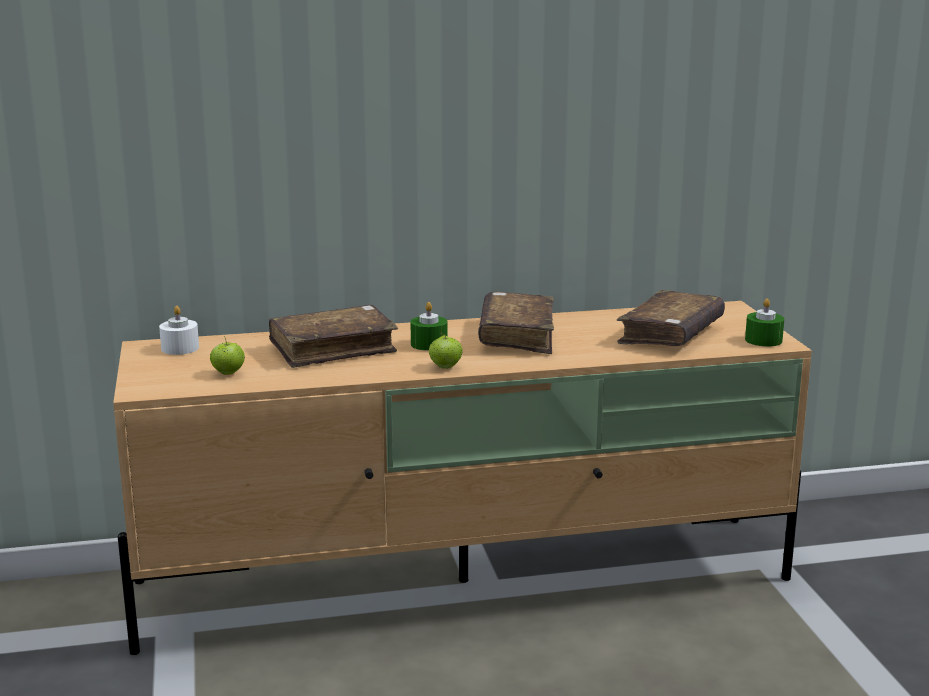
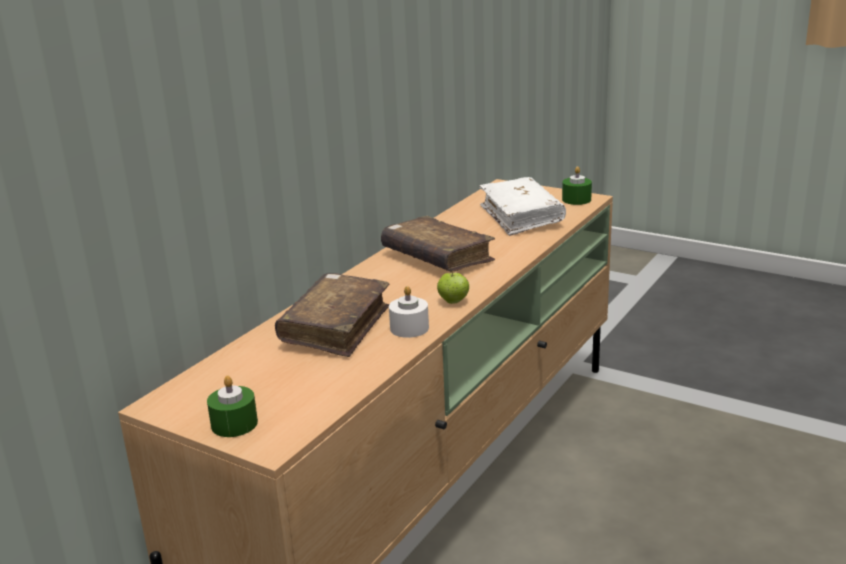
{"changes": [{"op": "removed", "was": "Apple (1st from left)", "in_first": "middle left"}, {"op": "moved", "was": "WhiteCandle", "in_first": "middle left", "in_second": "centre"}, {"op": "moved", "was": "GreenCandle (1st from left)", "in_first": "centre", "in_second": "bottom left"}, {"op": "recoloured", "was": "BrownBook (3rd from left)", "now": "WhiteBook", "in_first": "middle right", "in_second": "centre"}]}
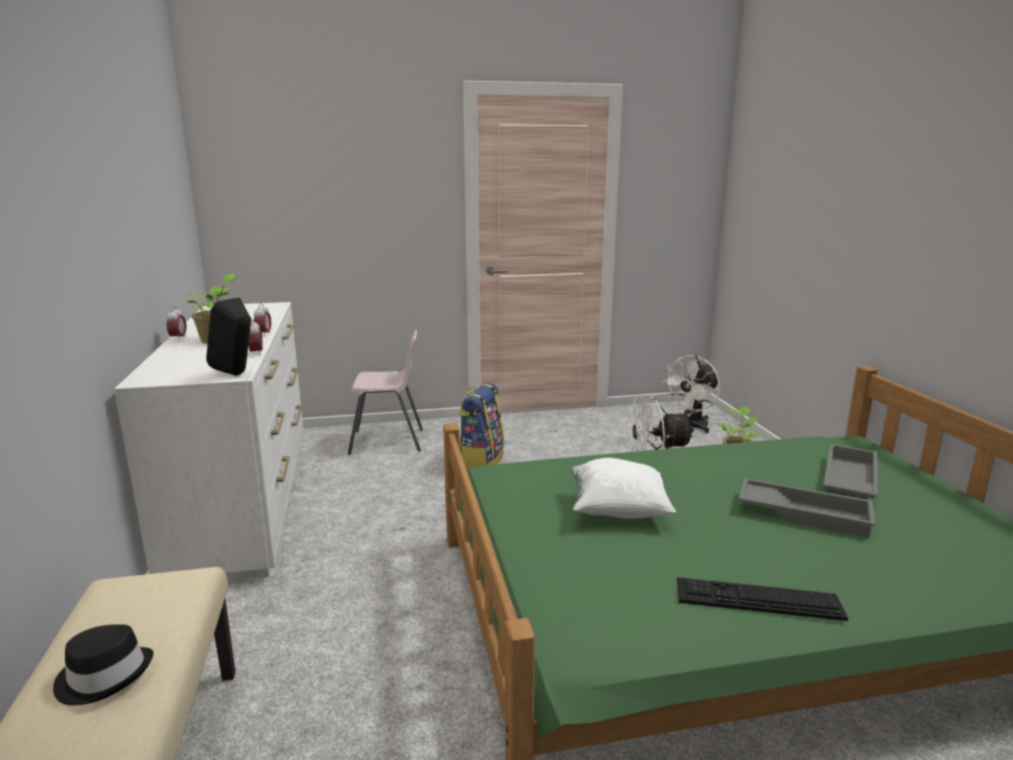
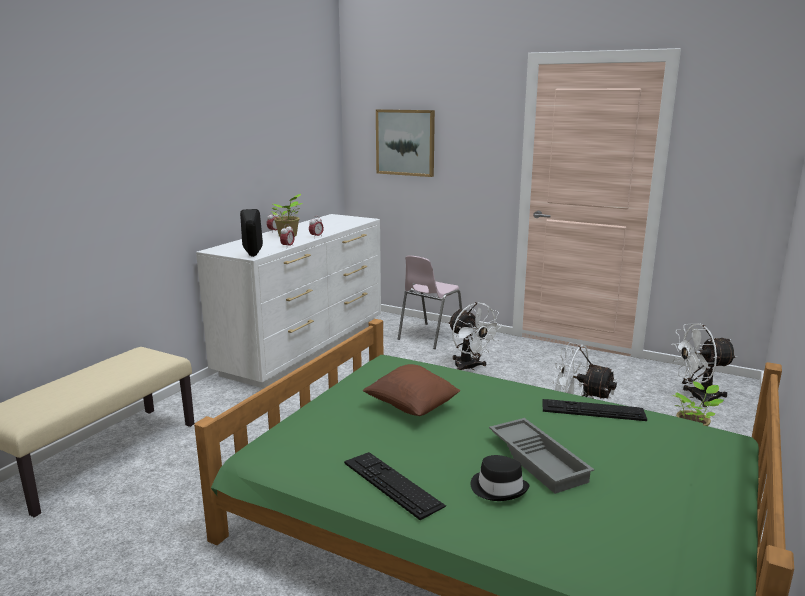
{"changes": [{"op": "removed", "was": "GreyTray (2nd from left)", "in_first": "middle right"}, {"op": "added", "now": "Picture", "in_second": "top centre"}, {"op": "added", "now": "Keyboard (2nd from left)", "in_second": "bottom right"}, {"op": "moved", "was": "BlackHat", "in_first": "bottom left", "in_second": "bottom centre"}, {"op": "replaced", "was": "Backpack", "now": "WhiteFan (1st from left)", "in_first": "centre", "in_second": "centre"}, {"op": "recoloured", "was": "WhitePillow", "now": "BrownPillow", "in_first": "centre", "in_second": "centre"}, {"op": "turned", "was": "PinkChair", "in_first": "centre", "in_second": "centre", "clockwise": 90}]}
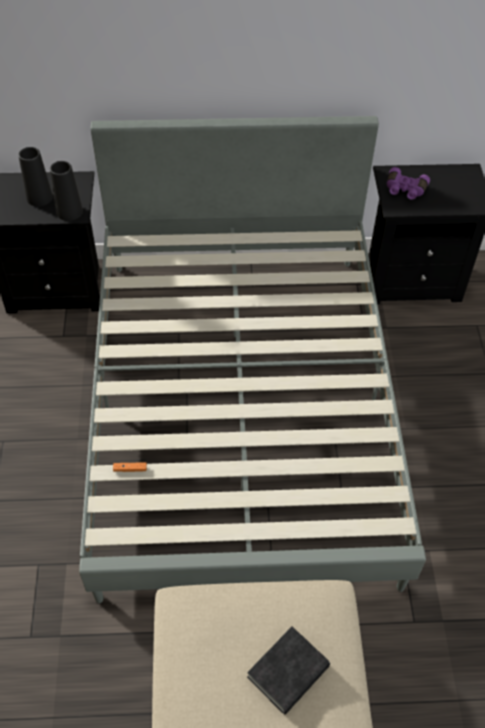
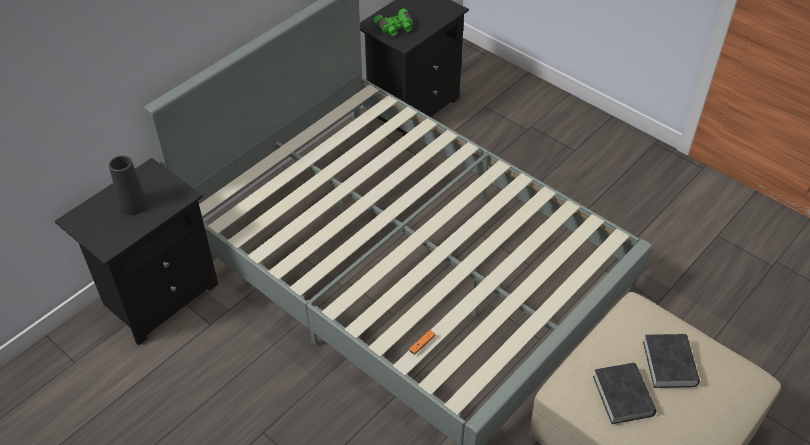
{"changes": [{"op": "removed", "was": "BlackVase (2nd from left)", "in_first": "top left"}, {"op": "added", "now": "BlackBook (1st from left)", "in_second": "bottom right"}, {"op": "recoloured", "was": "PurpleBinoculars", "now": "GreenBinoculars", "in_first": "top right", "in_second": "top centre"}]}
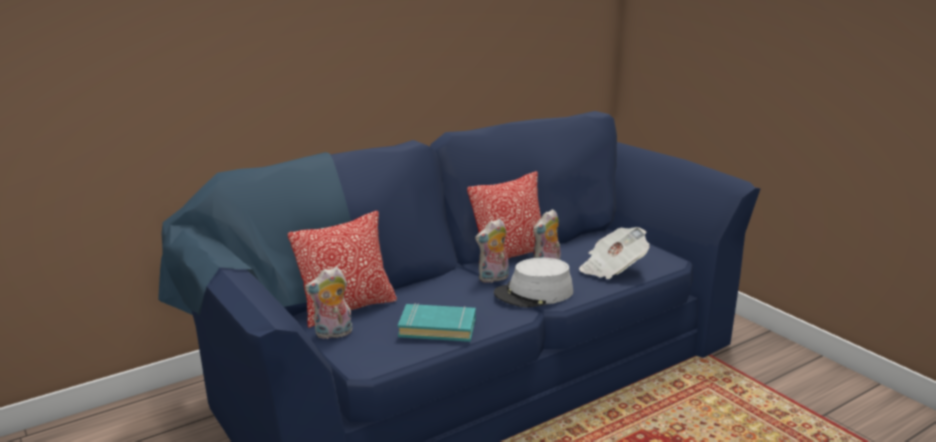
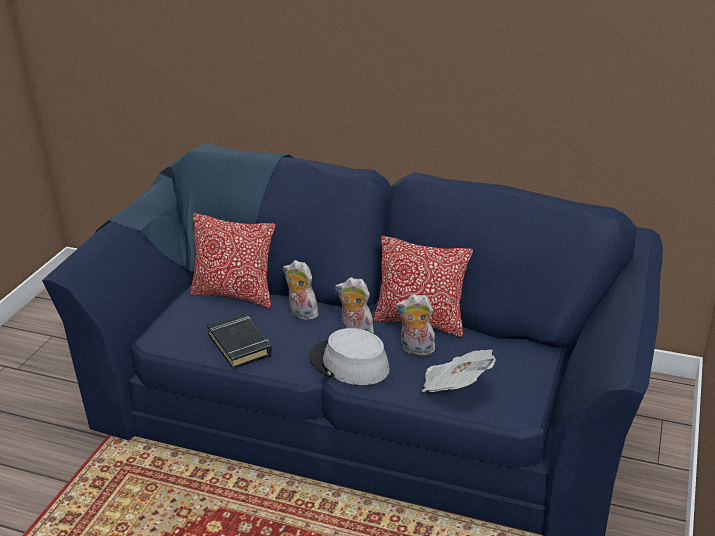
{"changes": [{"op": "moved", "was": "PlushToy (1st from left)", "in_first": "bottom centre", "in_second": "centre"}, {"op": "recoloured", "was": "TurquoiseBook", "now": "BlackBook", "in_first": "bottom centre", "in_second": "centre"}]}
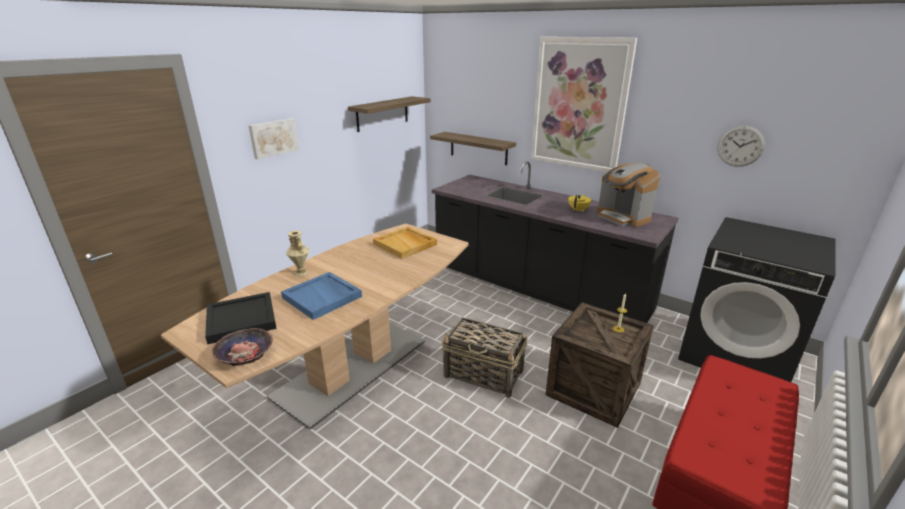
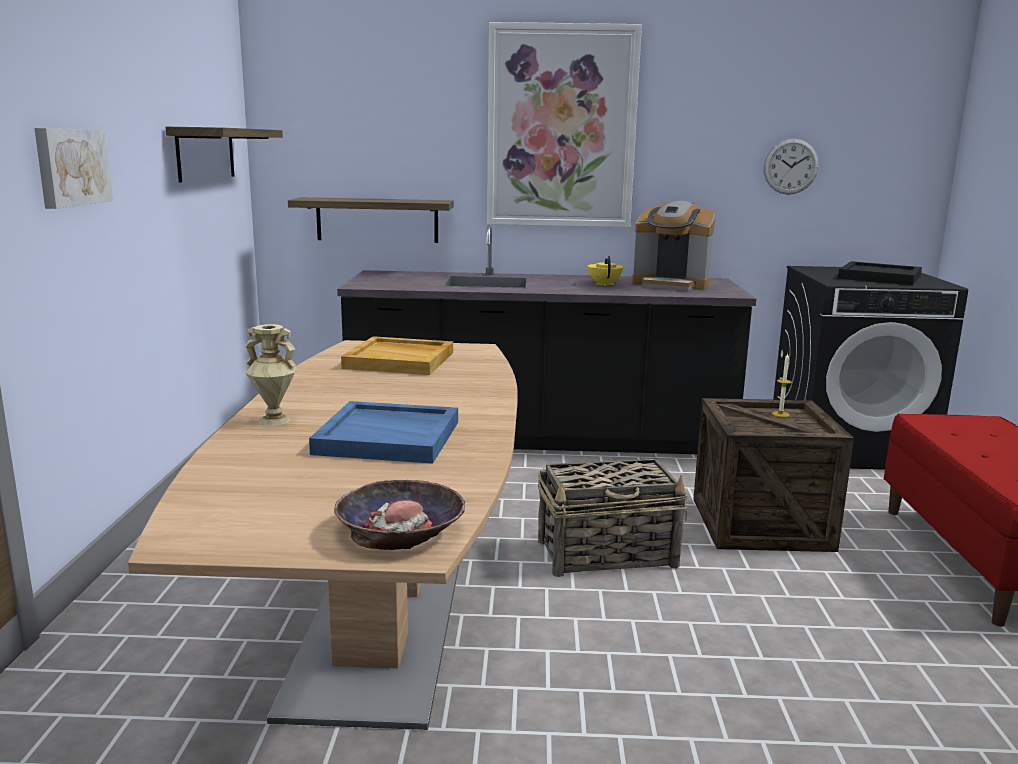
{"changes": [{"op": "moved", "was": "BlackTray", "in_first": "middle left", "in_second": "middle right"}]}
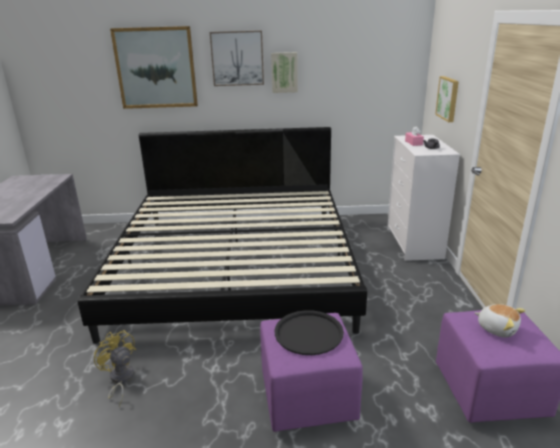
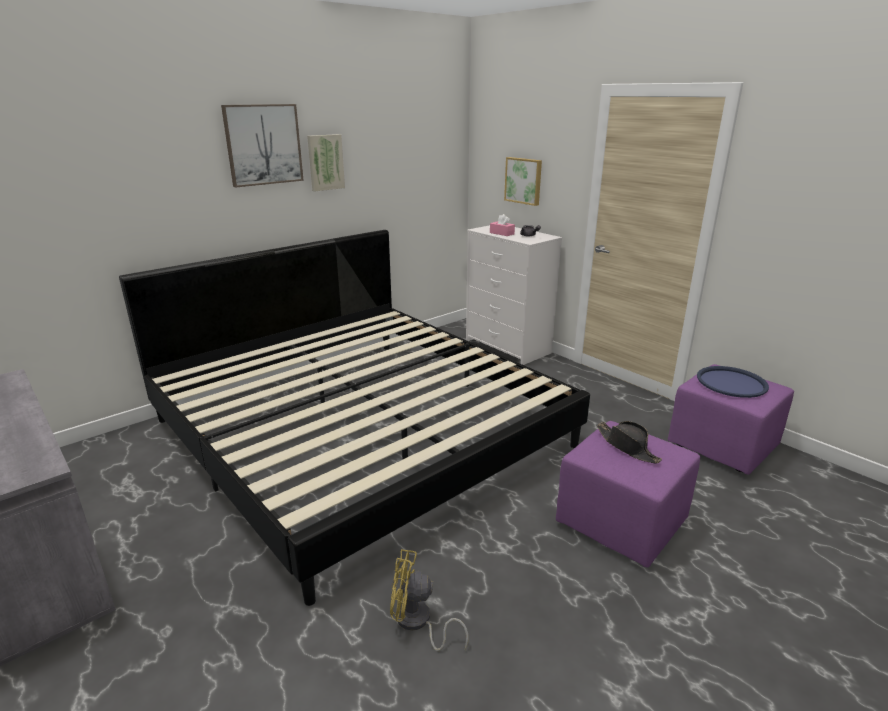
{"changes": [{"op": "removed", "was": "Picture (1st from left)", "in_first": "top left"}, {"op": "replaced", "was": "BlackTray", "now": "BlackHat", "in_first": "bottom centre", "in_second": "middle right"}, {"op": "replaced", "was": "PlushToy", "now": "BlueTray", "in_first": "bottom right", "in_second": "middle right"}]}
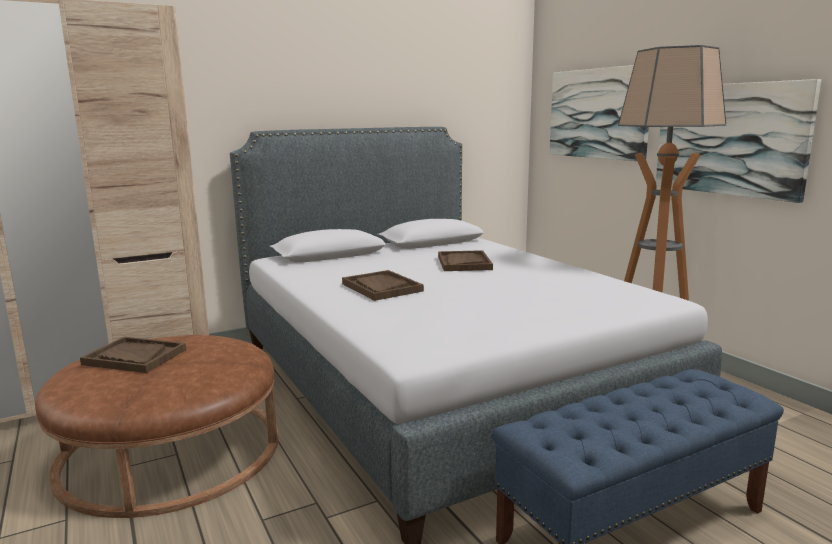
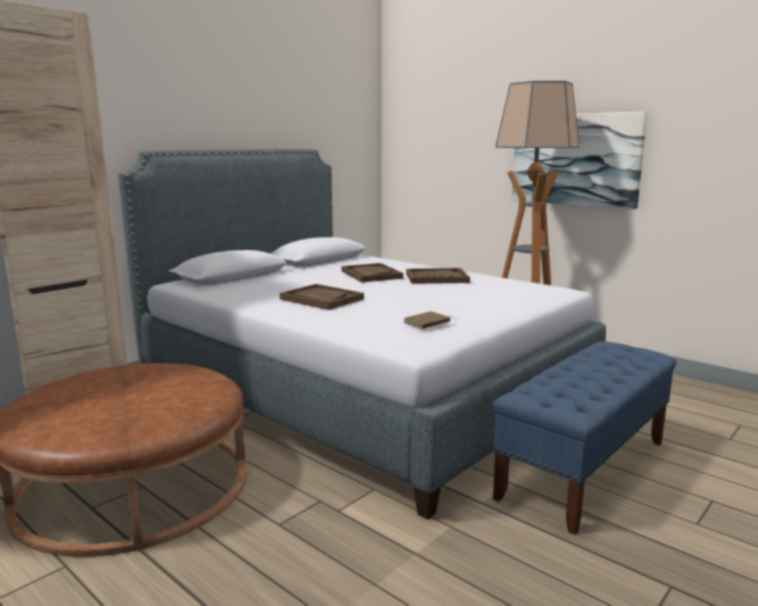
{"changes": [{"op": "removed", "was": "Picture (1st from left)", "in_first": "top right"}, {"op": "added", "now": "BrownBook", "in_second": "centre"}, {"op": "moved", "was": "BrownTray (1st from left in the first image)", "now": "BrownTray (3rd from left)", "in_first": "middle left", "in_second": "centre"}]}
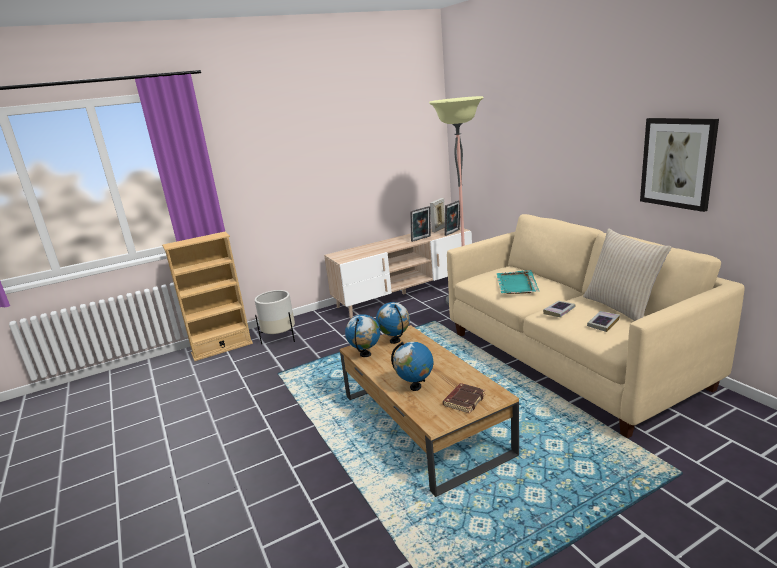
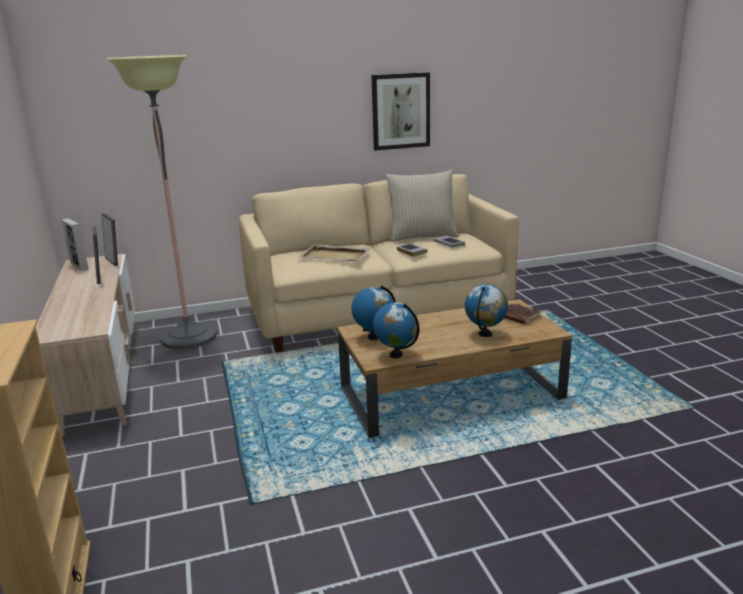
{"changes": [{"op": "removed", "was": "WhitePlanter", "in_first": "centre"}, {"op": "recoloured", "was": "TurquoiseTray", "now": "BeigeTray", "in_first": "centre", "in_second": "centre"}]}
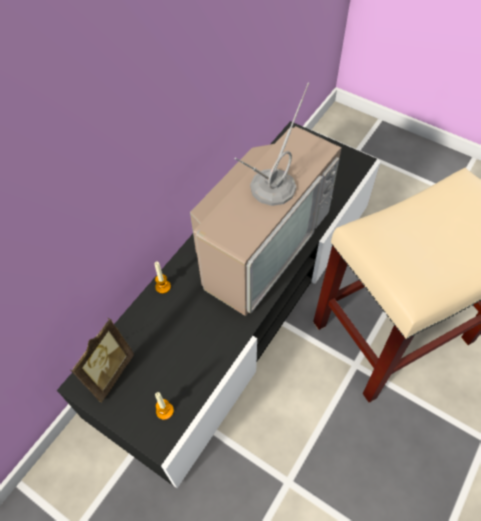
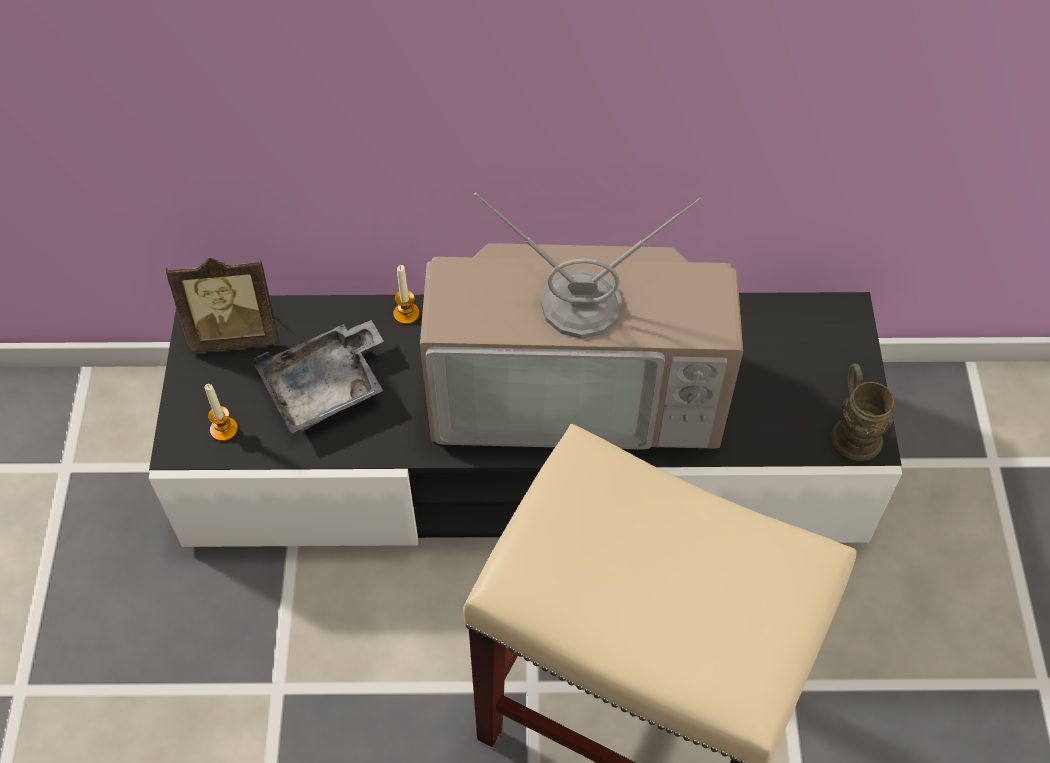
{"changes": [{"op": "added", "now": "GreyTray", "in_second": "middle left"}, {"op": "added", "now": "BrownMug", "in_second": "middle right"}]}
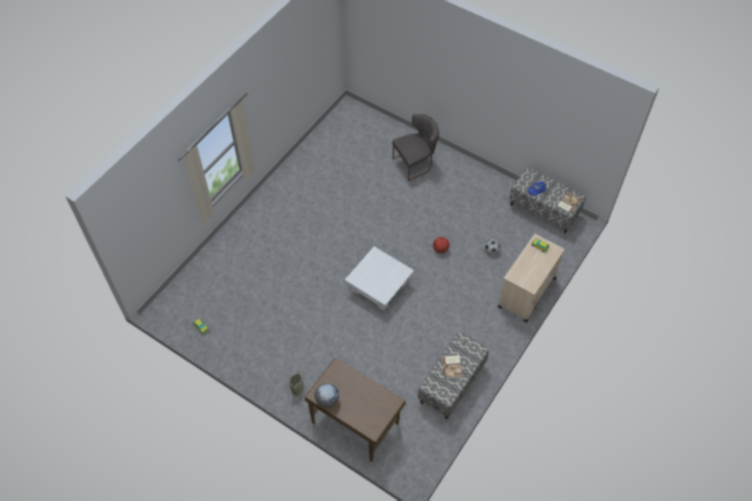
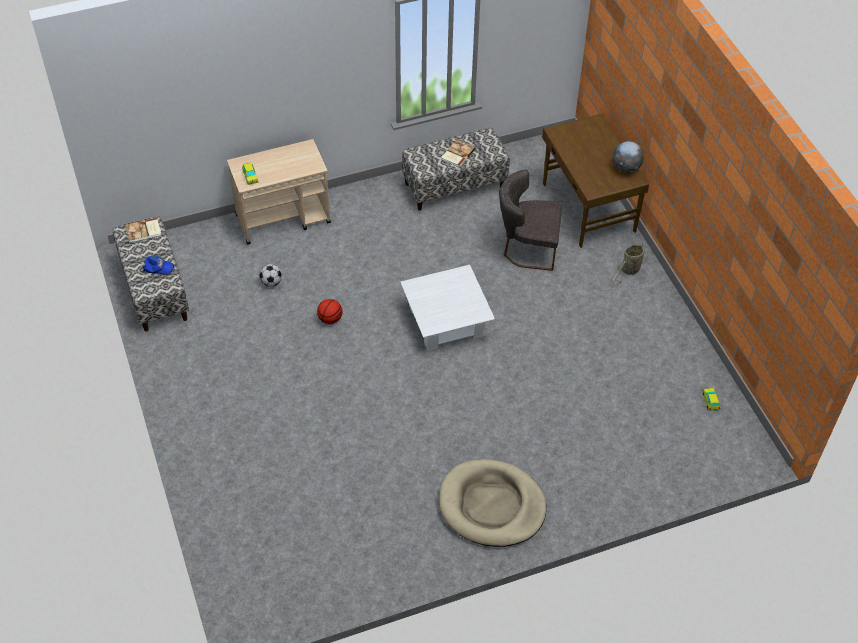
{"changes": [{"op": "added", "now": "BeigeDogBed", "in_second": "bottom centre"}, {"op": "moved", "was": "GreyChair", "in_first": "top centre", "in_second": "centre"}]}
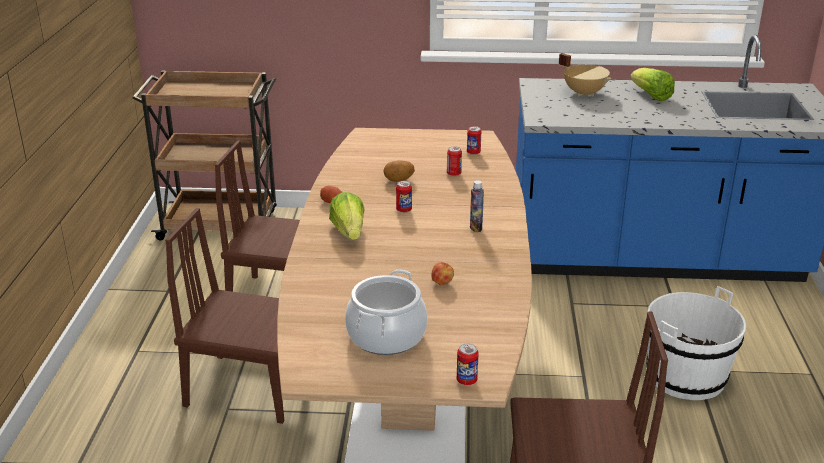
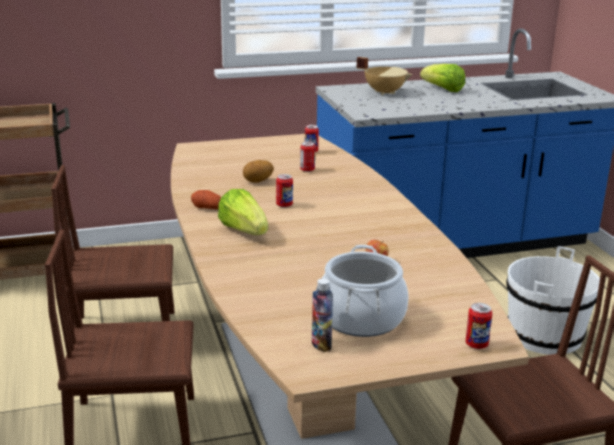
{"changes": [{"op": "moved", "was": "Bottle", "in_first": "centre", "in_second": "bottom centre"}]}
